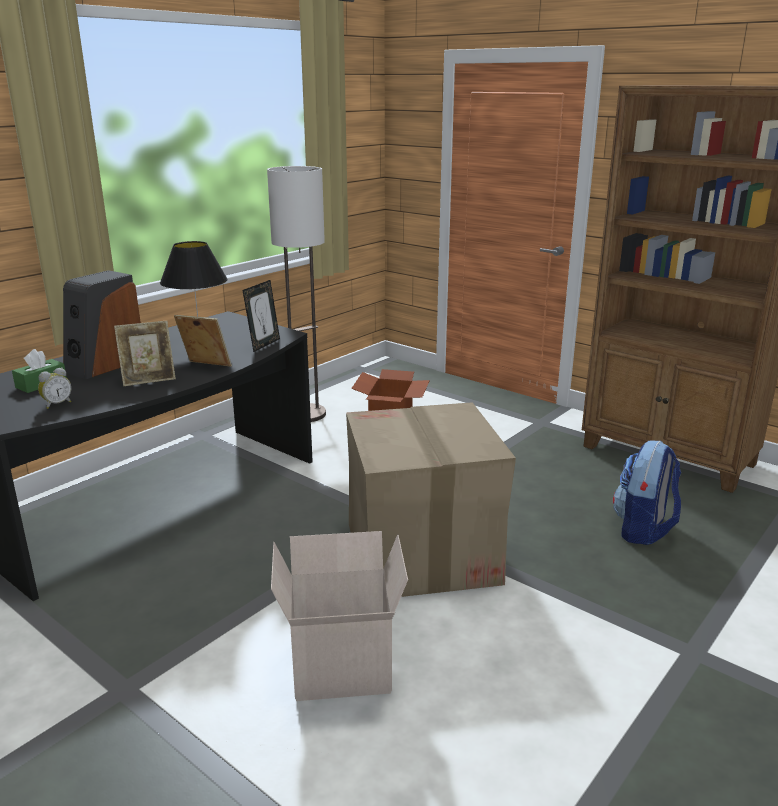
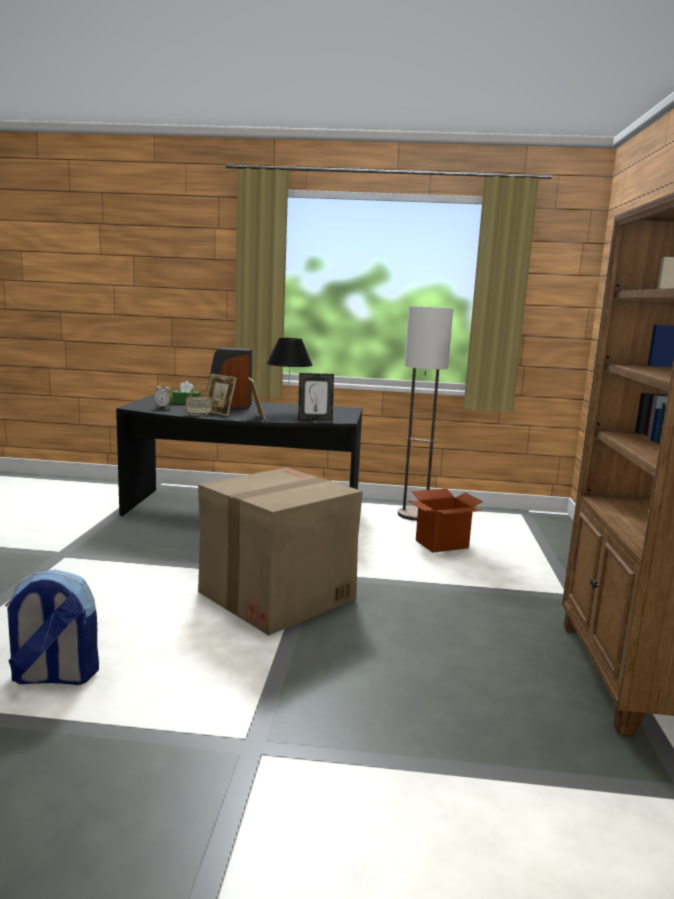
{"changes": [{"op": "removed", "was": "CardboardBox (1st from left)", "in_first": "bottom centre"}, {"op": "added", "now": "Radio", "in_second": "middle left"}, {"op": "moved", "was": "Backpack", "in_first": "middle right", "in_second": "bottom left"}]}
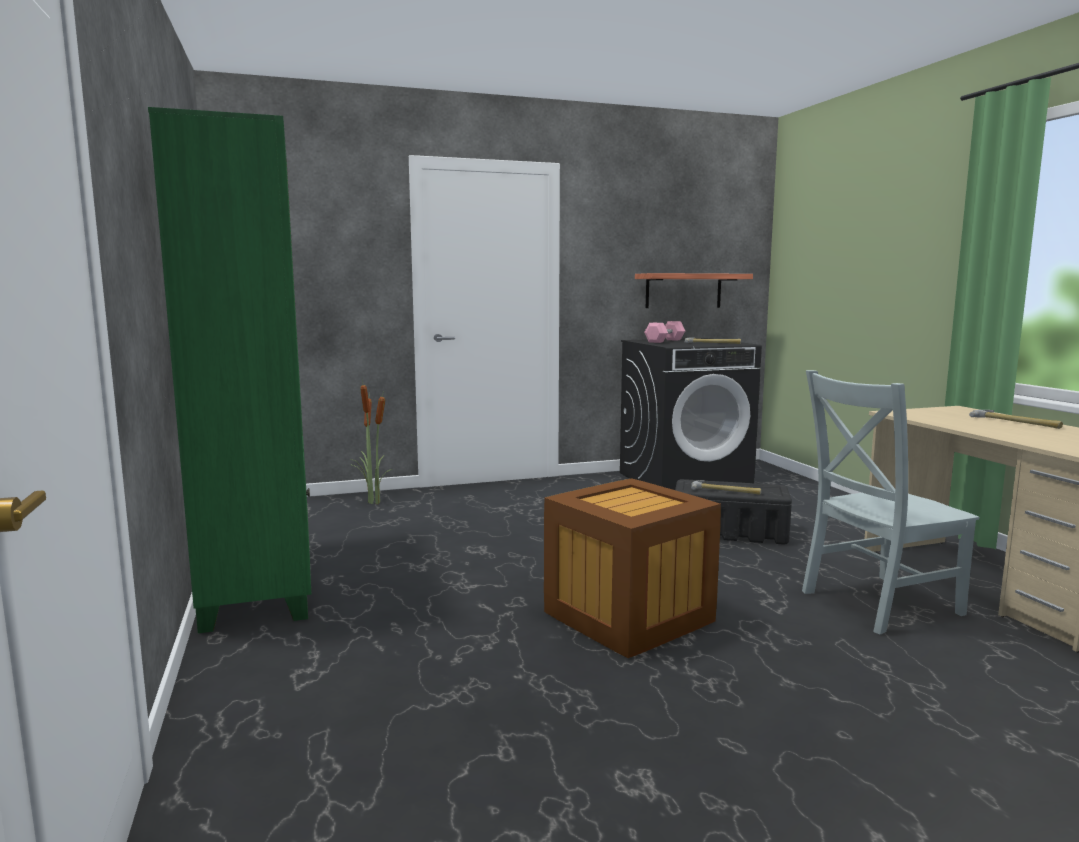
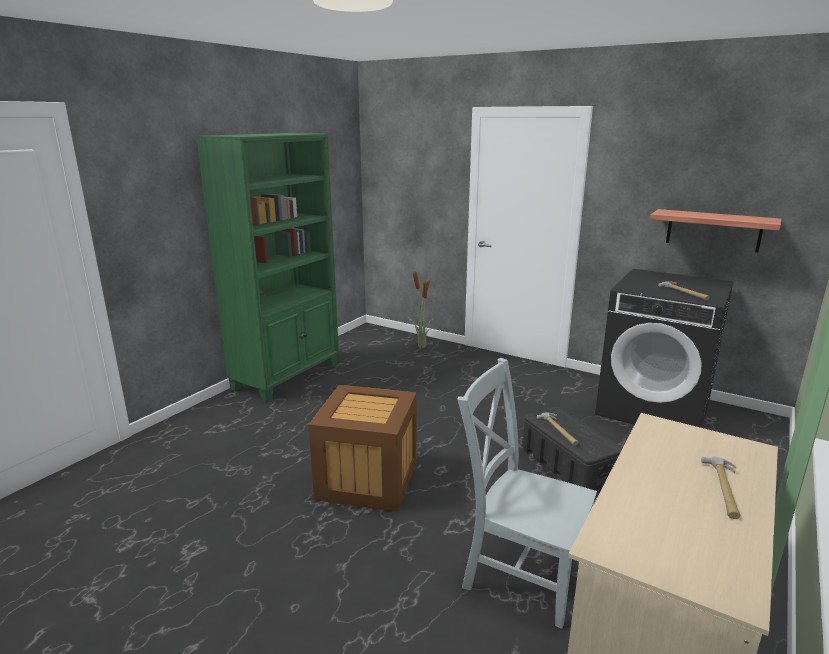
{"changes": [{"op": "removed", "was": "PinkDumbbell", "in_first": "centre"}]}
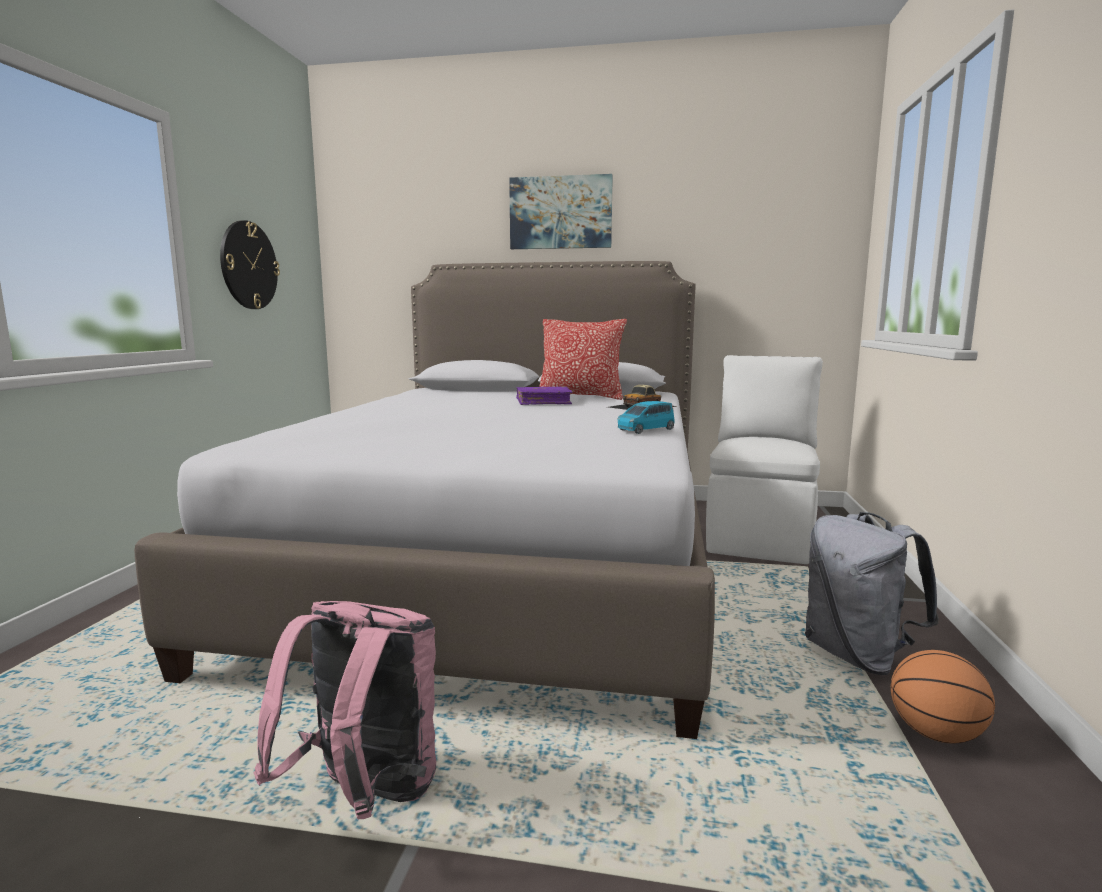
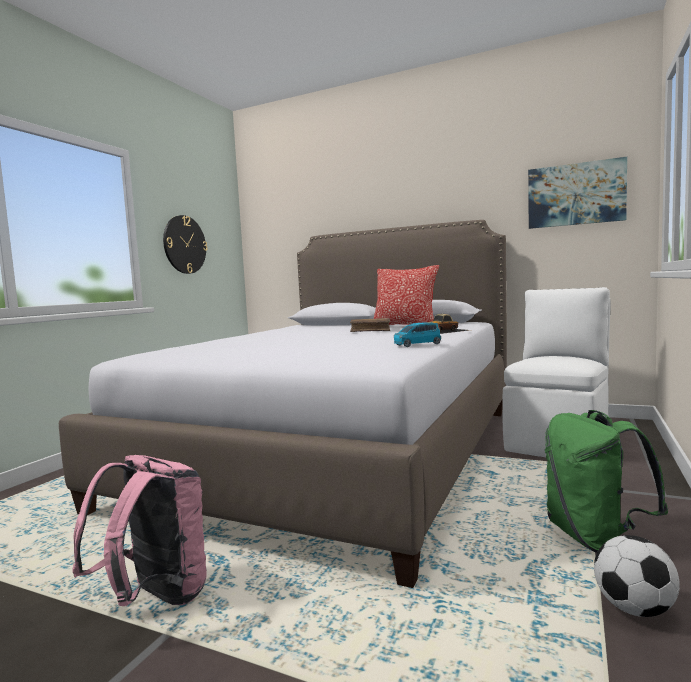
{"changes": [{"op": "moved", "was": "Picture", "in_first": "top centre", "in_second": "top right"}, {"op": "replaced", "was": "Basketball", "now": "Football", "in_first": "bottom right", "in_second": "bottom right"}, {"op": "recoloured", "was": "PurpleBook", "now": "BrownBook", "in_first": "centre", "in_second": "centre"}, {"op": "recoloured", "was": "GreyBackpack", "now": "GreenBackpack", "in_first": "middle right", "in_second": "bottom right"}]}
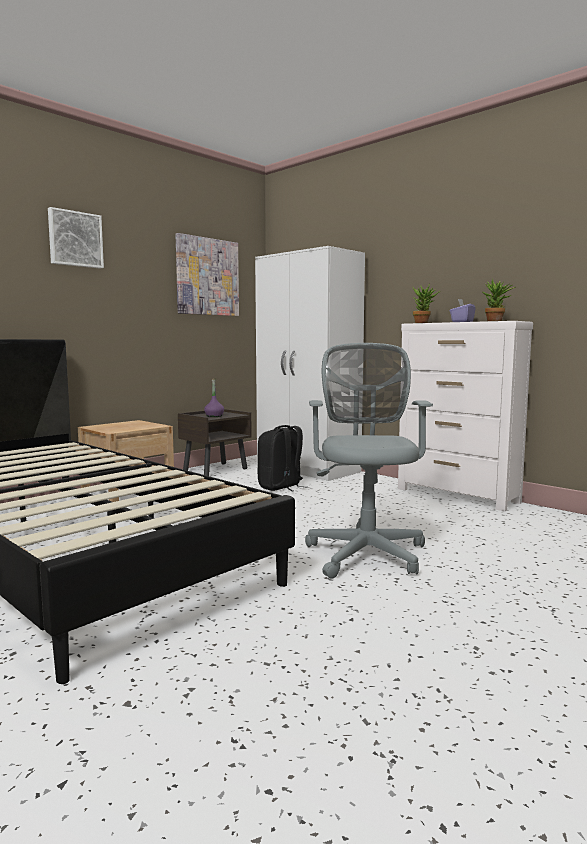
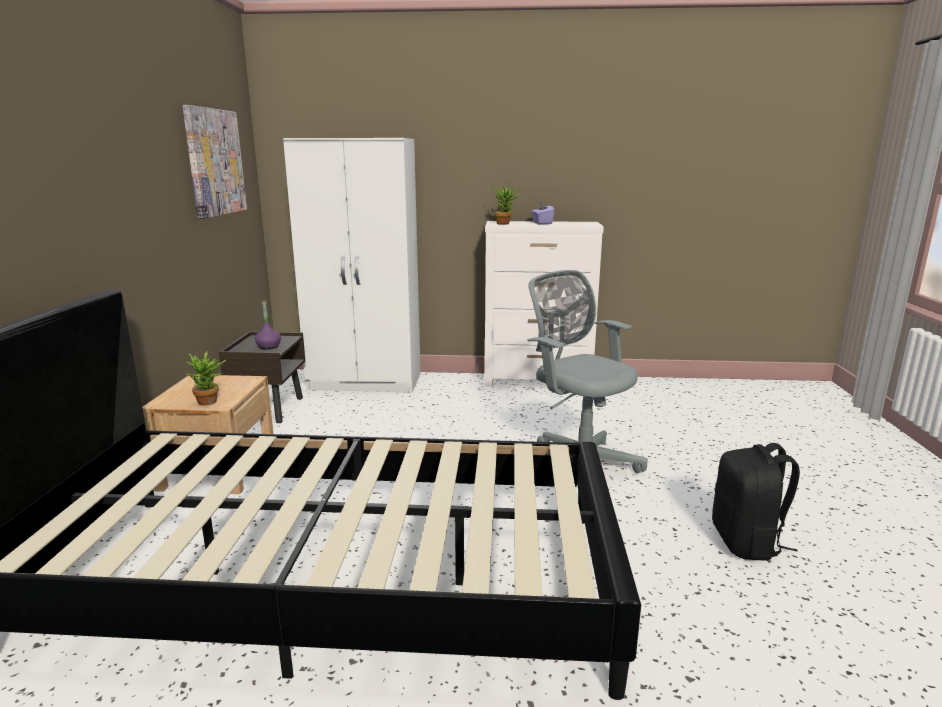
{"changes": [{"op": "removed", "was": "Picture (1st from left)", "in_first": "top left"}, {"op": "moved", "was": "BlackBackpack", "in_first": "centre", "in_second": "bottom right"}, {"op": "moved", "was": "PottedPlant (2nd from left in the first image)", "now": "PottedPlant (1st from left)", "in_first": "middle right", "in_second": "middle left"}]}
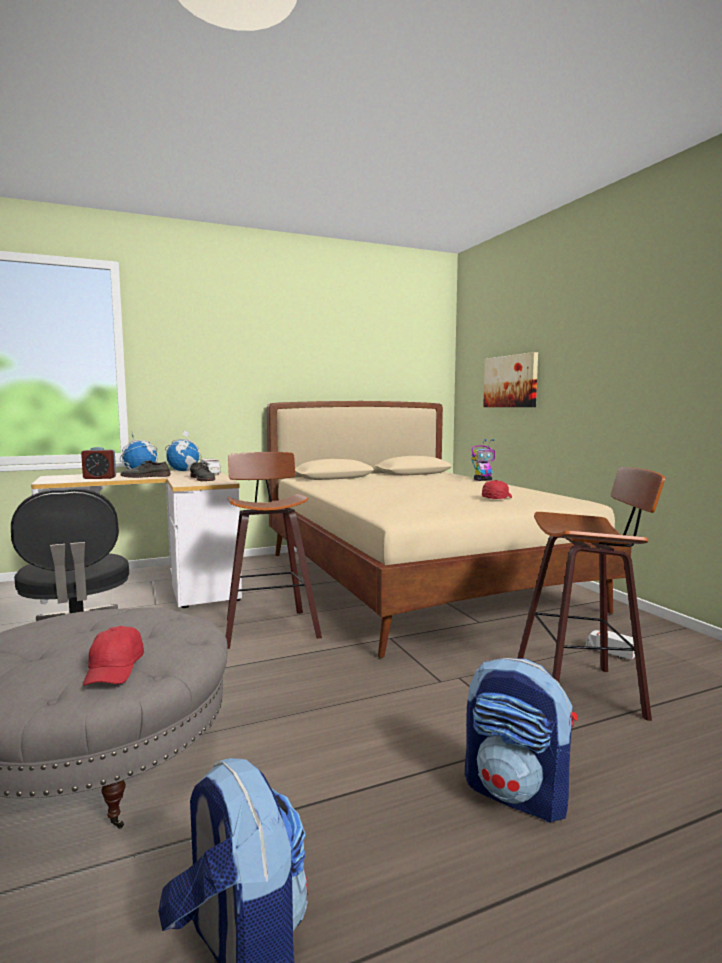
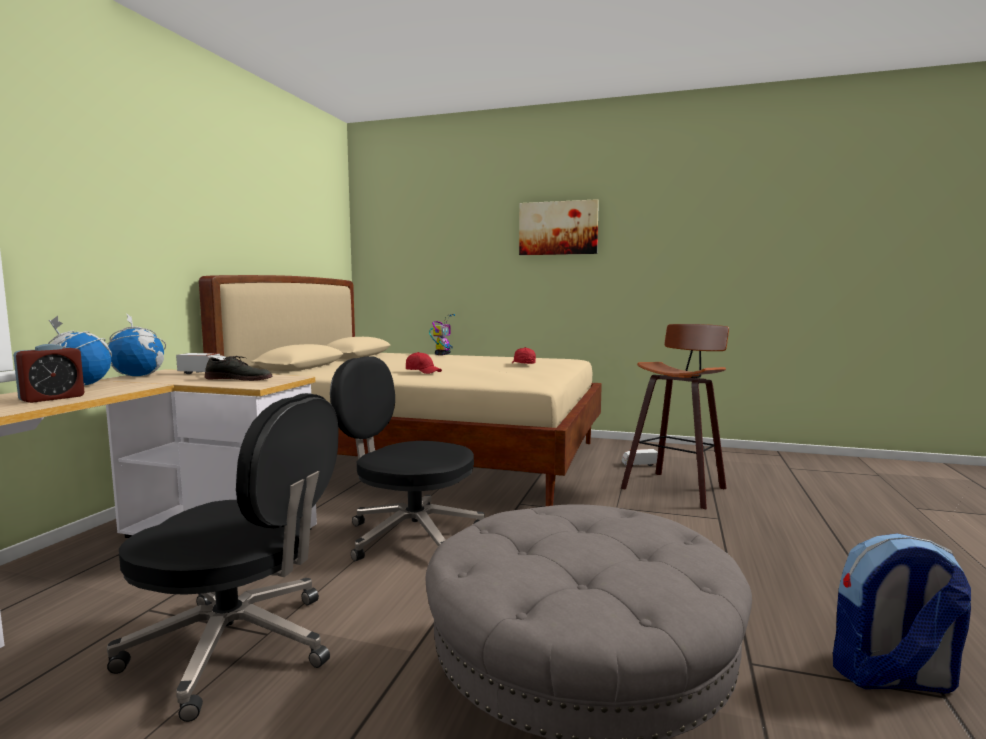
{"changes": [{"op": "removed", "was": "GreyShoe (1st from left)", "in_first": "middle left"}, {"op": "removed", "was": "Backpack (2nd from left)", "in_first": "bottom right"}, {"op": "moved", "was": "RedCap (1st from left)", "in_first": "bottom left", "in_second": "centre"}, {"op": "moved", "was": "Picture", "in_first": "middle right", "in_second": "top centre"}, {"op": "replaced", "was": "Stool (1st from left)", "now": "BlackOfficeChair (2nd from left)", "in_first": "centre", "in_second": "centre"}]}
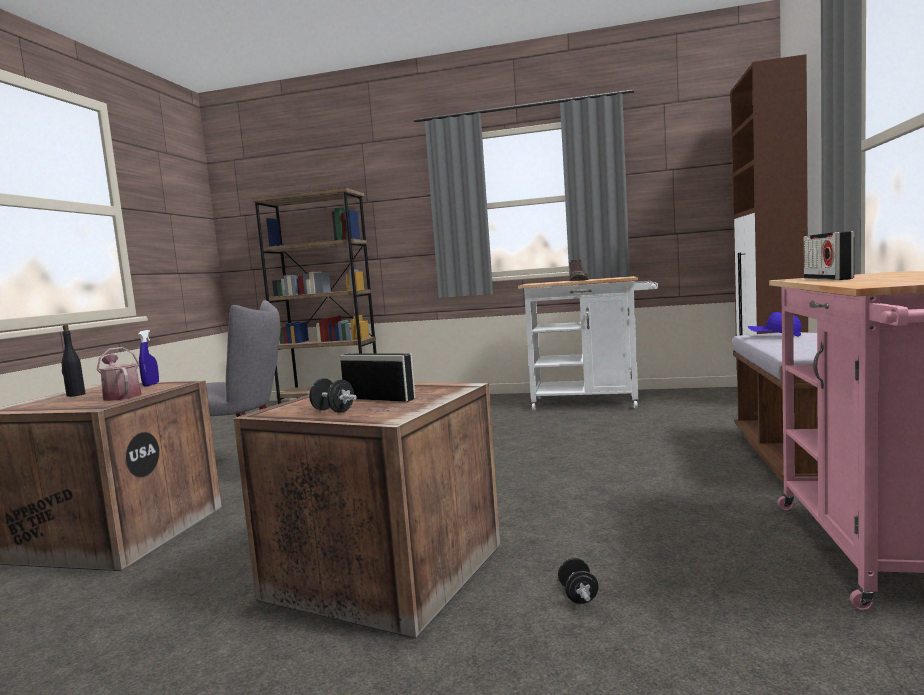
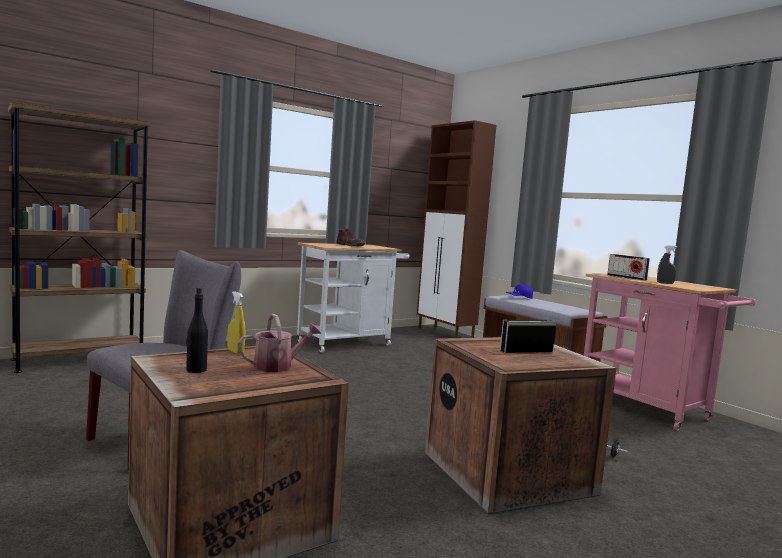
{"changes": [{"op": "removed", "was": "BlackDumbbell (1st from left)", "in_first": "centre"}, {"op": "added", "now": "GreySprayBottle", "in_second": "middle right"}, {"op": "recoloured", "was": "BlueSprayBottle", "now": "YellowSprayBottle", "in_first": "middle left", "in_second": "middle left"}, {"op": "turned", "was": "WateringCan", "in_first": "middle left", "in_second": "centre", "clockwise": 150}]}
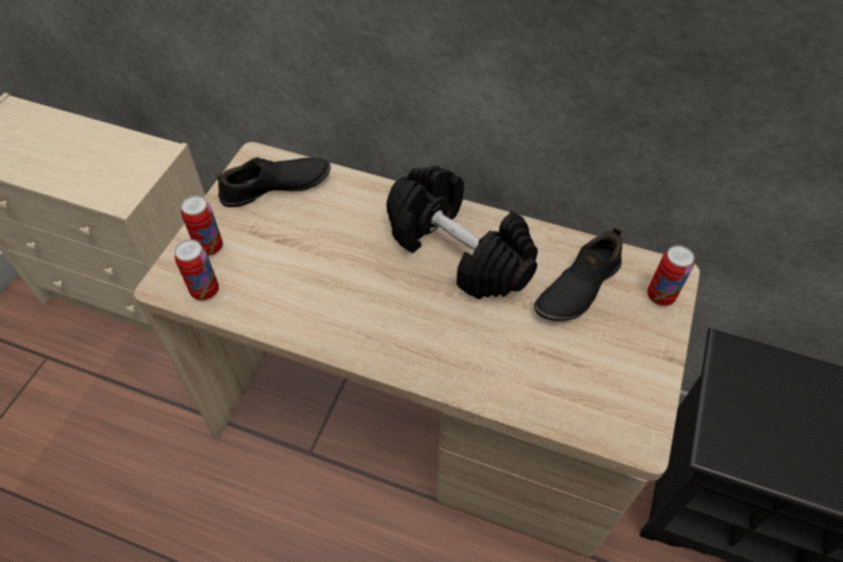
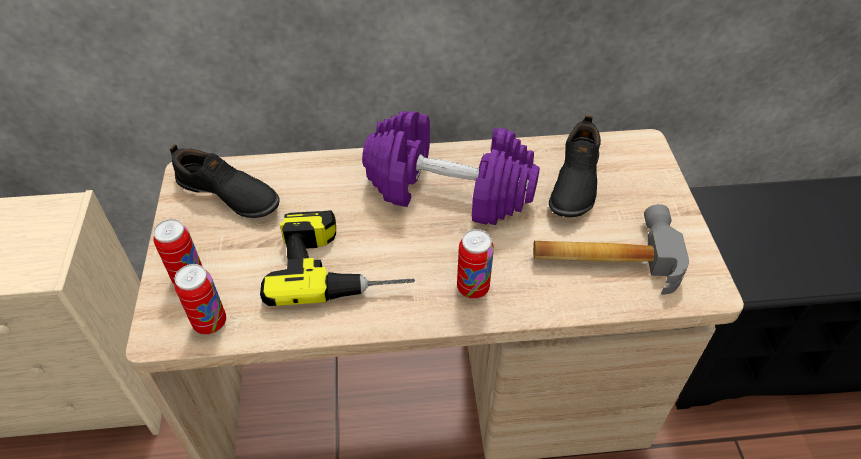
{"changes": [{"op": "added", "now": "PowerDrill", "in_second": "centre"}, {"op": "added", "now": "Hammer", "in_second": "middle right"}, {"op": "moved", "was": "Can (3rd from left)", "in_first": "middle right", "in_second": "centre"}, {"op": "recoloured", "was": "BlackDumbbell", "now": "PurpleDumbbell", "in_first": "centre", "in_second": "centre"}, {"op": "turned", "was": "BlackShoe (1st from left)", "in_first": "top left", "in_second": "middle left", "clockwise": 75}]}
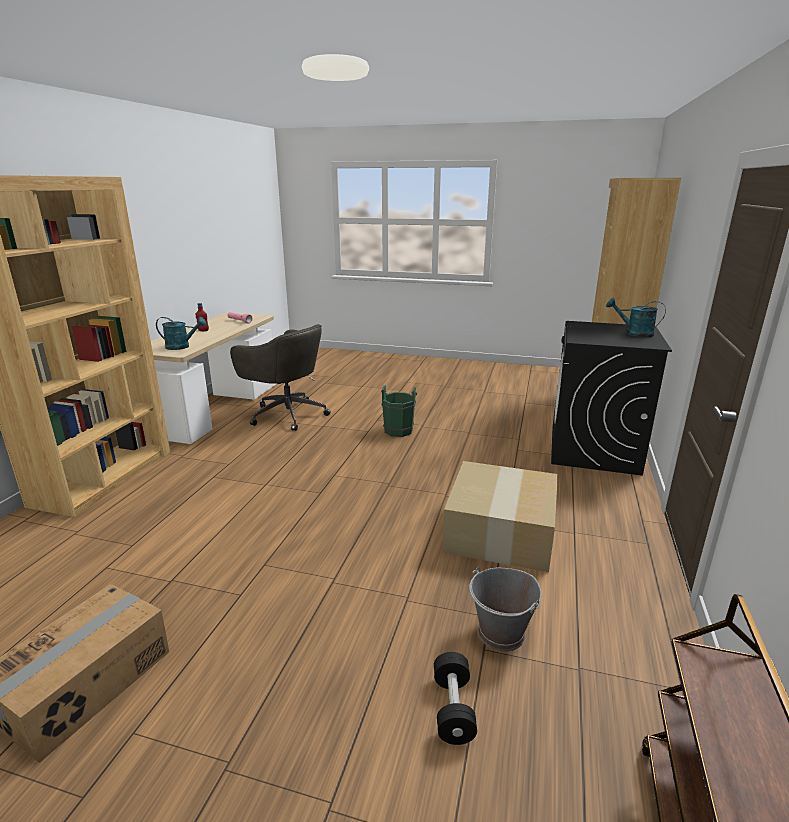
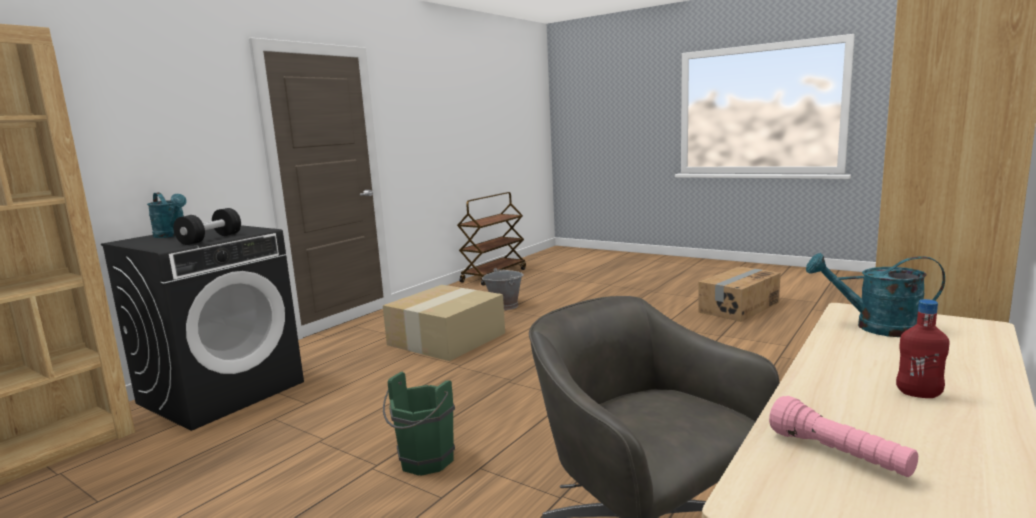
{"changes": [{"op": "moved", "was": "BlackDumbbell", "in_first": "bottom centre", "in_second": "middle left"}]}
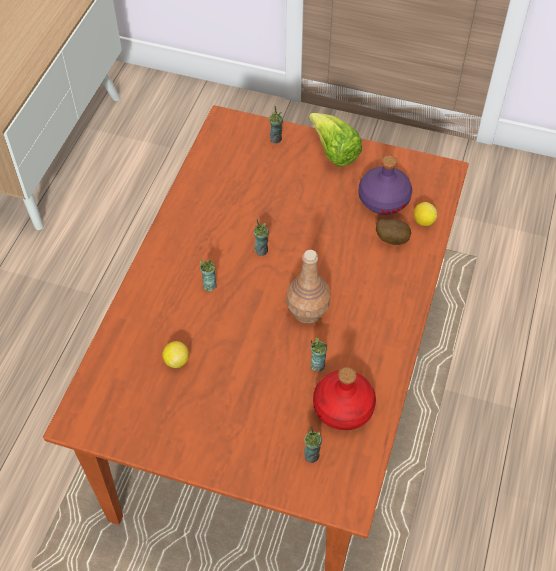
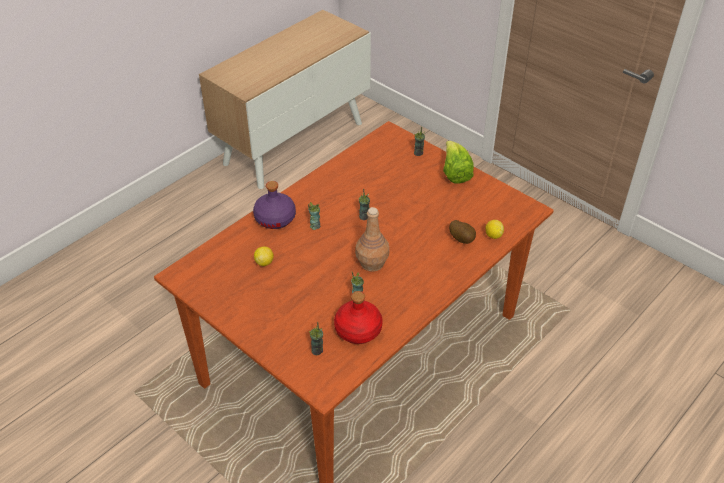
{"changes": [{"op": "moved", "was": "PurpleBottle", "in_first": "top right", "in_second": "centre"}]}
